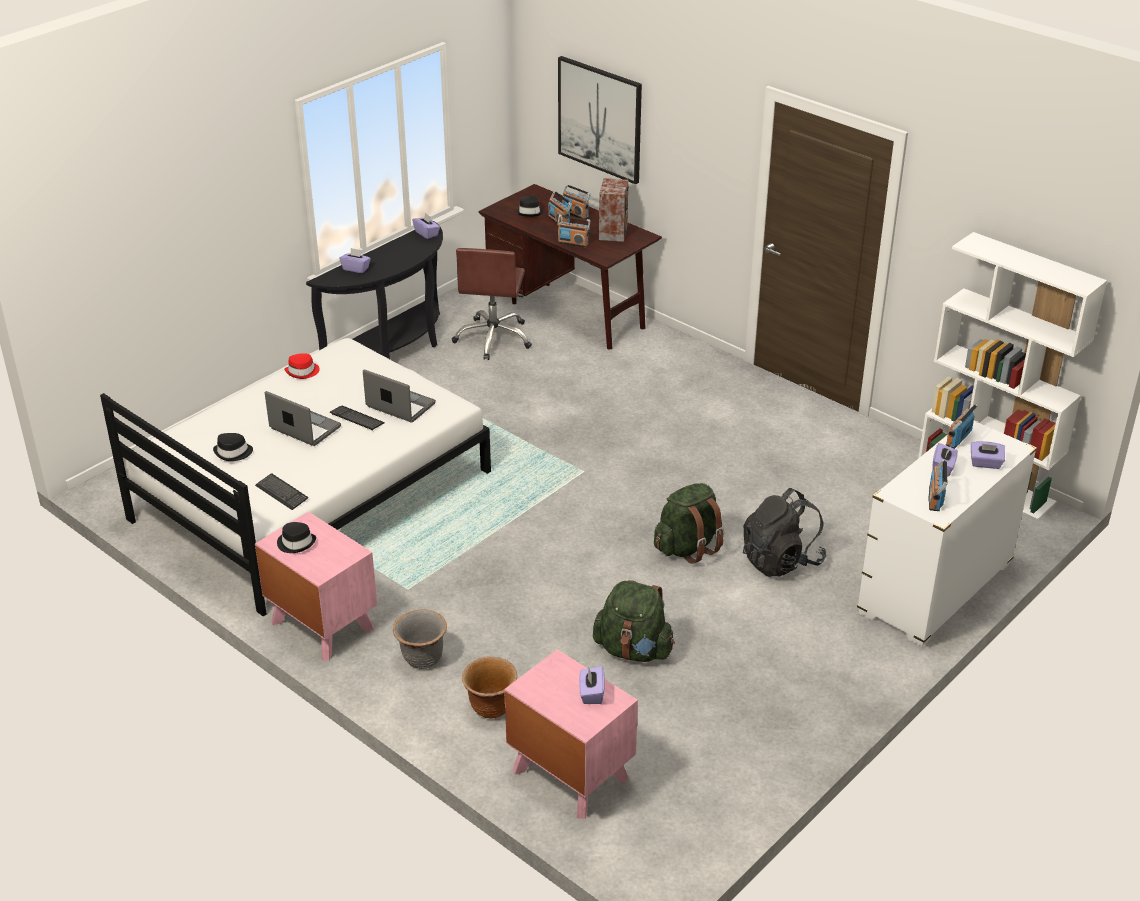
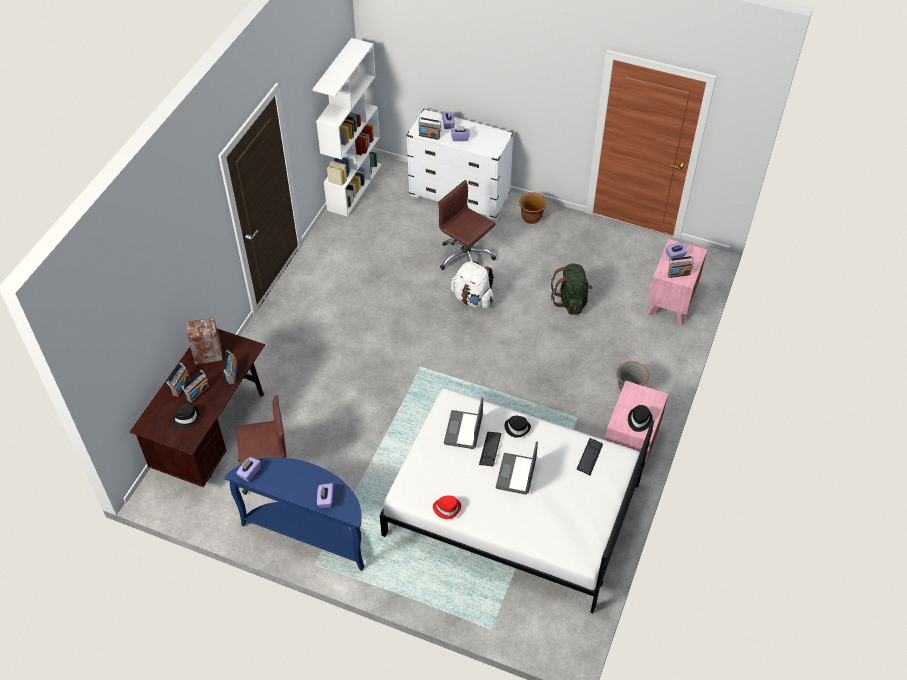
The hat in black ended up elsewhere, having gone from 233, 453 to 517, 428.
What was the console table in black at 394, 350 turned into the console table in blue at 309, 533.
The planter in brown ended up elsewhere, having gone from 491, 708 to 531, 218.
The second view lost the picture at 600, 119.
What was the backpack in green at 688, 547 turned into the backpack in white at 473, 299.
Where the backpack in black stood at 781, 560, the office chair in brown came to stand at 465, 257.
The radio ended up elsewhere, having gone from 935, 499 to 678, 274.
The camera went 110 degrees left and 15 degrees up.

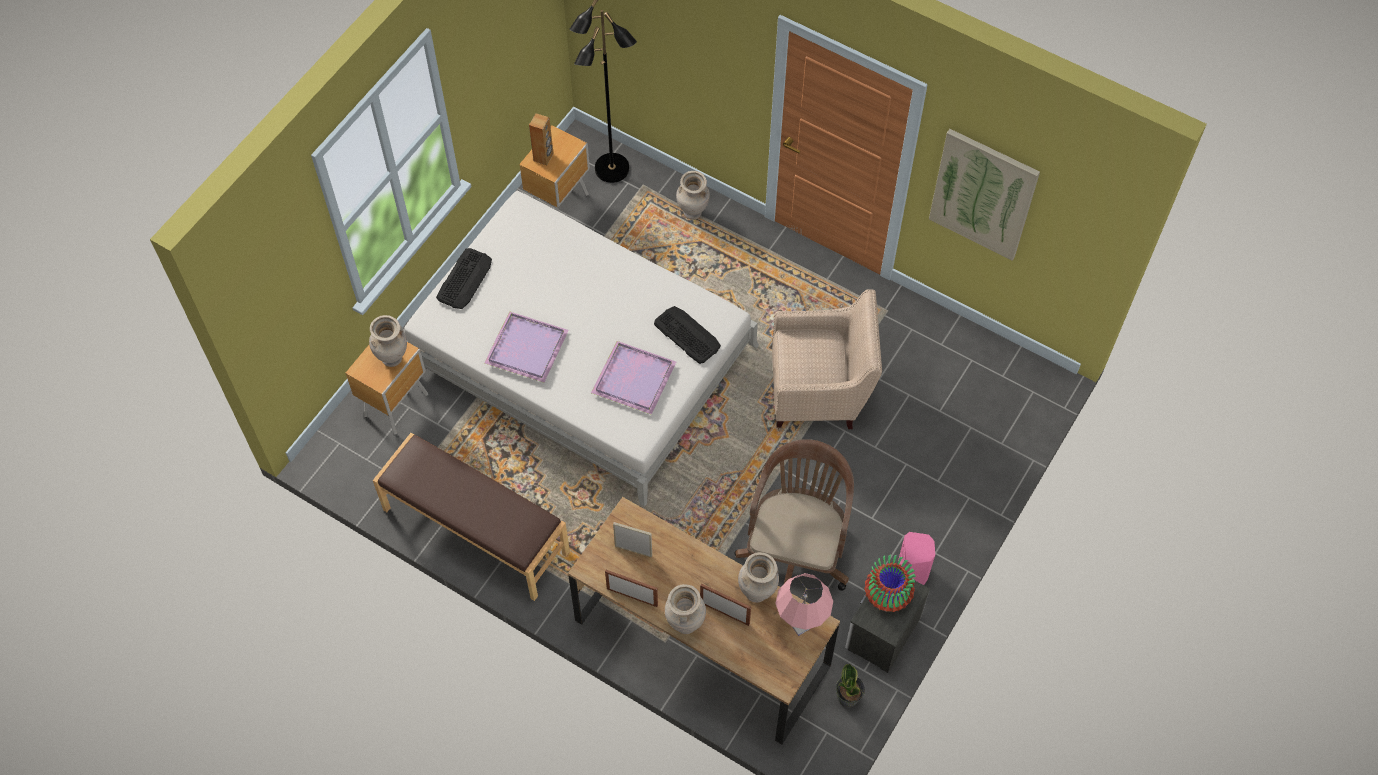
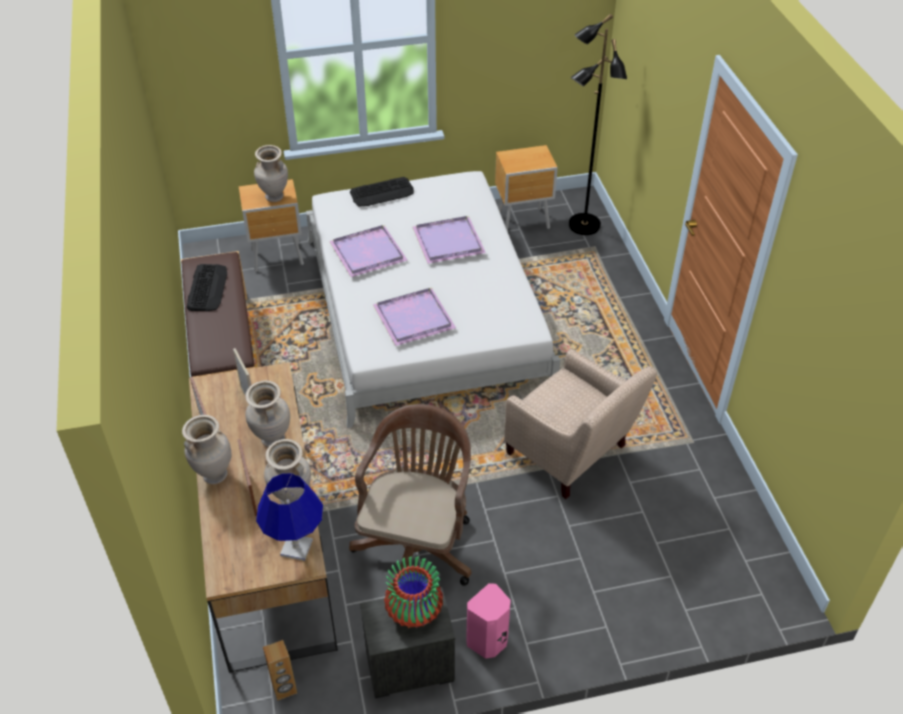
The speaker in brown ended up elsewhere, having gone from 543, 157 to 284, 689.
The keyboard ended up elsewhere, having gone from 687, 335 to 207, 288.
The vase in beige ended up elsewhere, having gone from 692, 213 to 272, 440.
The office chair in brown at 796, 550 ended up facing another way, 45 degrees counterclockwise from before.
What was the table lamp in pink at 801, 621 turned into the table lamp in blue at 296, 548.
The second view lost the potted plant at 848, 697.
The second view lost the picture at 983, 194.
The second view gained the tray in purple at 449, 240.
The camera went 45 degrees right and 15 degrees down.

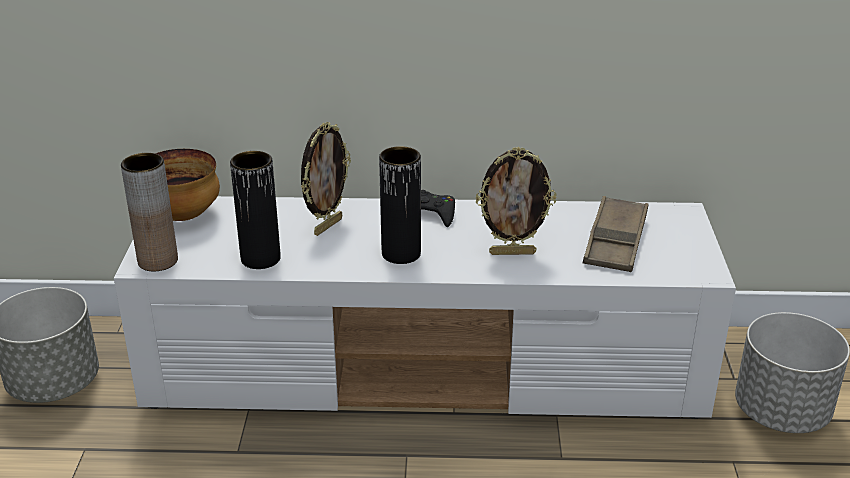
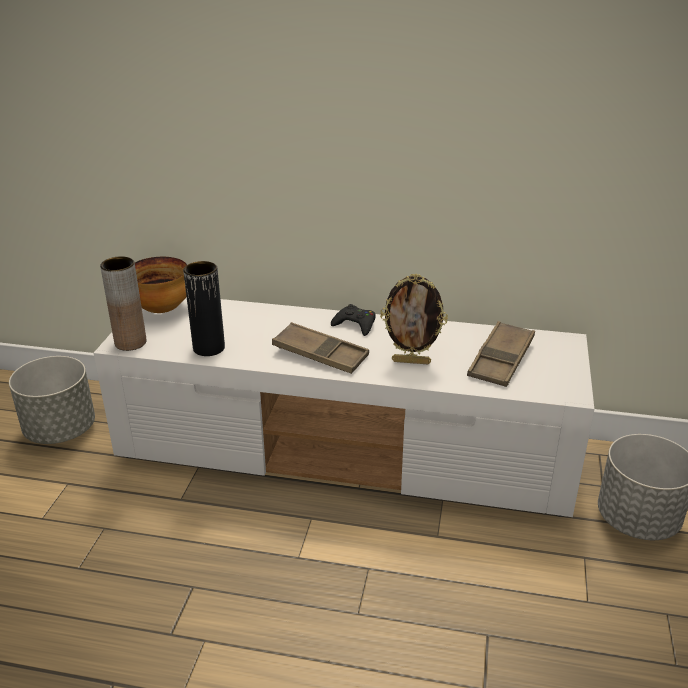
The second view lost the picture frame at 327, 226.
Where the vase in black stood at 401, 254, the tray in brown came to stand at 320, 354.
The camera went 10 degrees right and 0 degrees up.

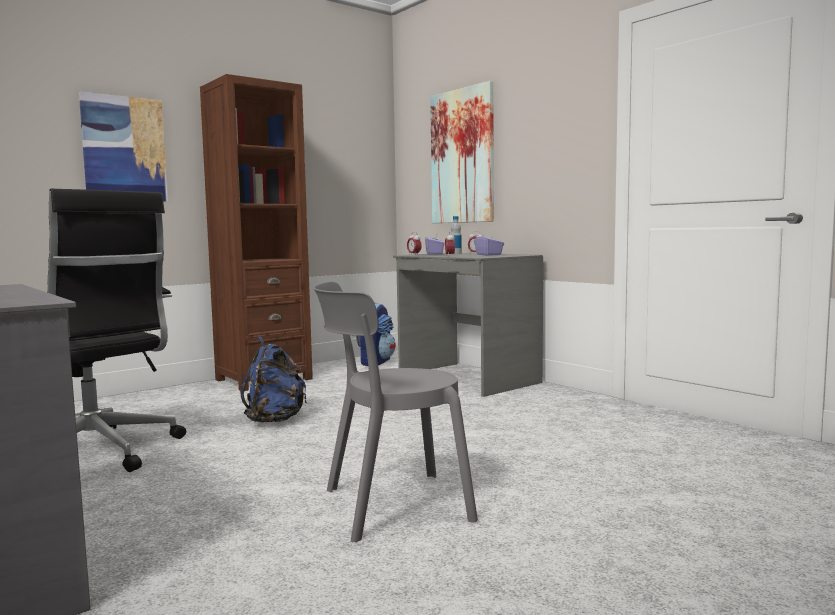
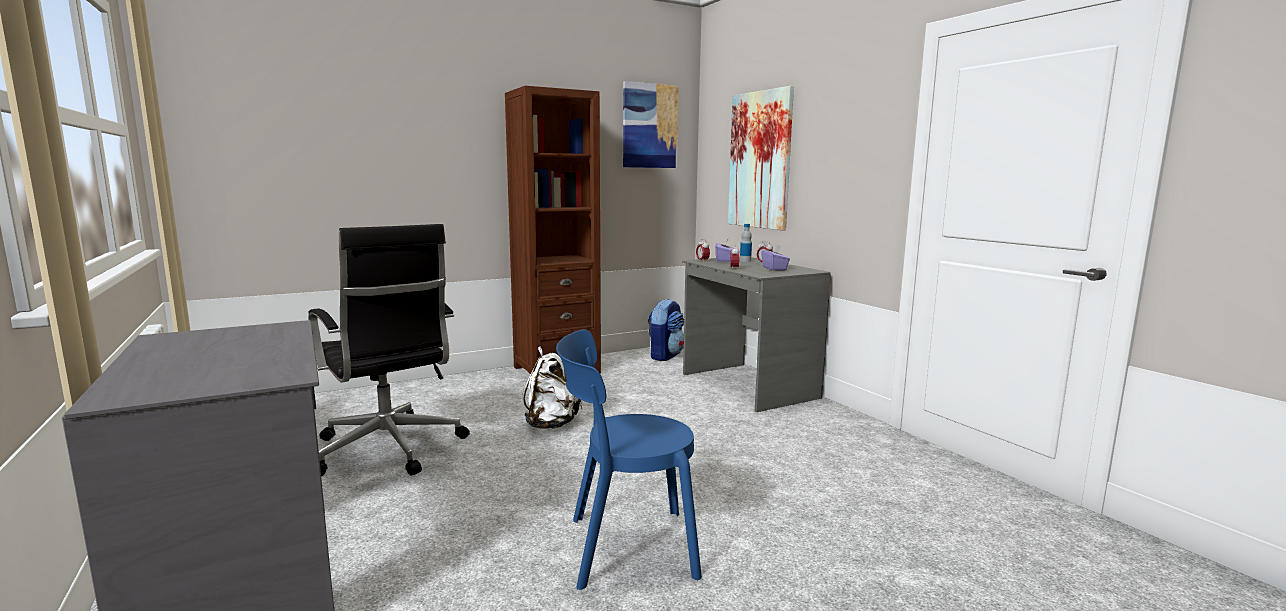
The picture ended up elsewhere, having gone from 124, 149 to 650, 126.
What was the backpack in blue at 275, 420 turned into the backpack in white at 552, 424.
What was the chair in grey at 389, 505 turned into the chair in blue at 624, 547.
The camera went 10 degrees right and 5 degrees up.

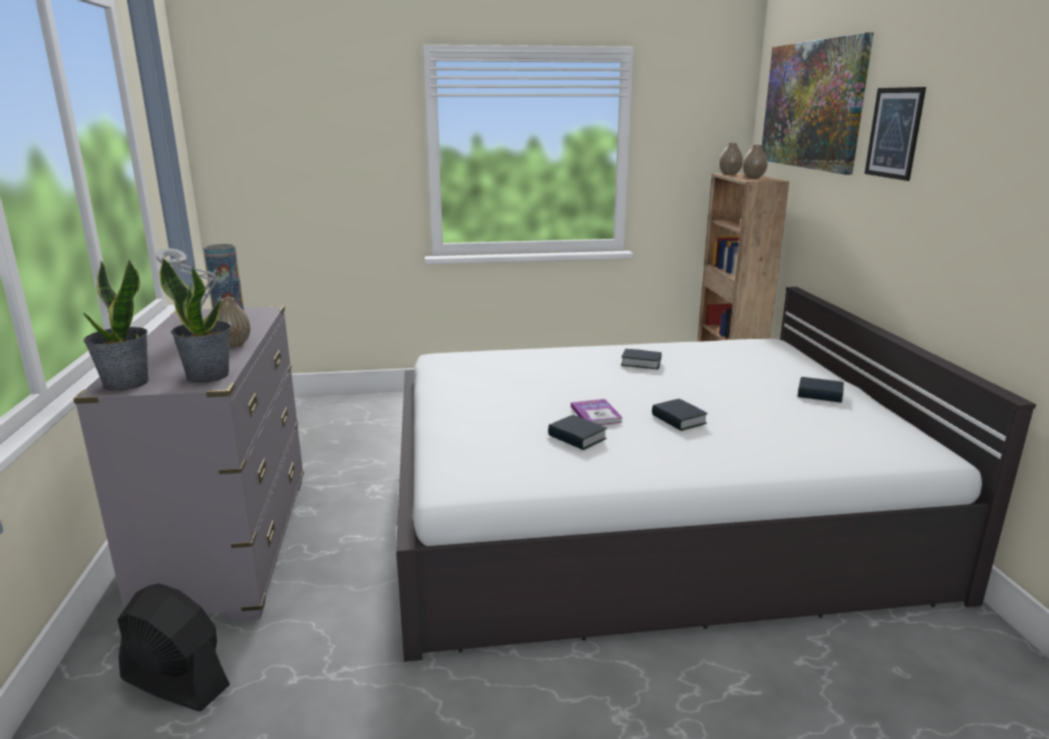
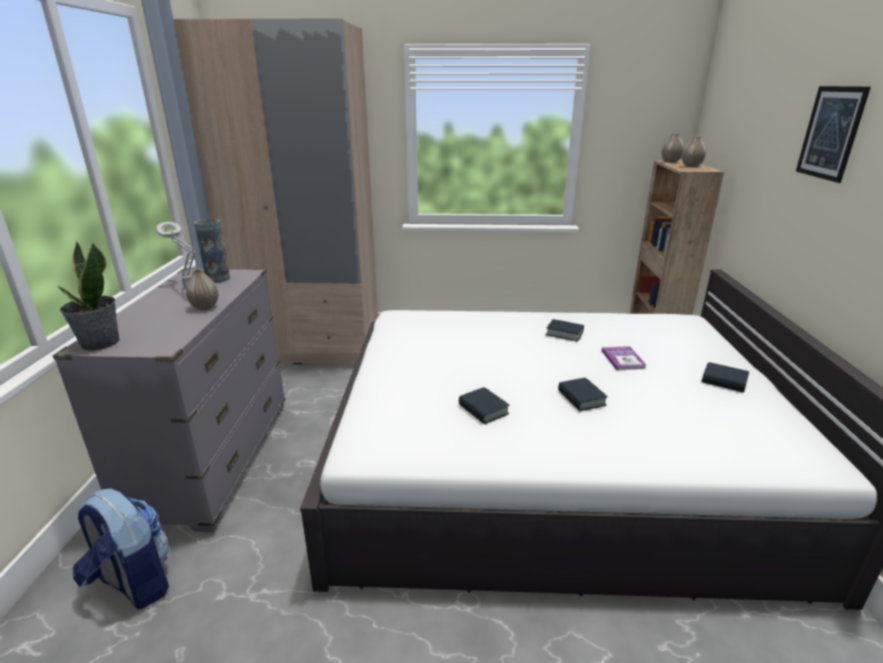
Where the fan in black stood at 175, 682, the backpack came to stand at 133, 584.
The second view lost the potted plant at 208, 375.
The book ended up elsewhere, having gone from 596, 414 to 623, 359.
The second view lost the picture at 812, 105.
The second view gained the wardrobe in beige at 307, 347.
The camera went 10 degrees right and 5 degrees up.

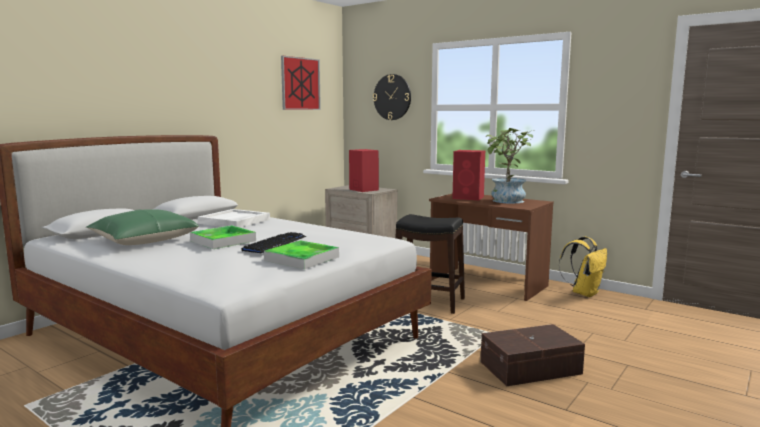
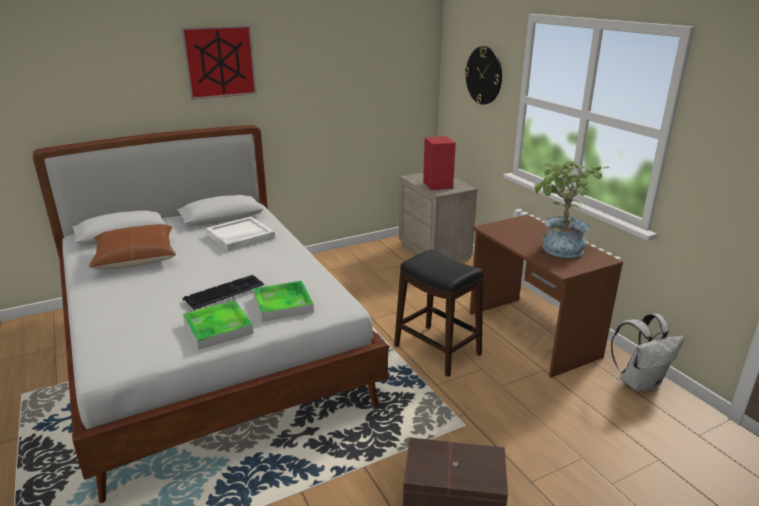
What was the pillow in green at 144, 240 turned into the pillow in brown at 136, 257.
The tray ended up elsewhere, having gone from 223, 241 to 283, 304.
The picture ended up elsewhere, having gone from 300, 83 to 220, 62.
The second view lost the speaker in red at 469, 198.
What was the backpack in yellow at 584, 293 turned into the backpack in white at 639, 382.
The camera went 25 degrees right and 15 degrees up.

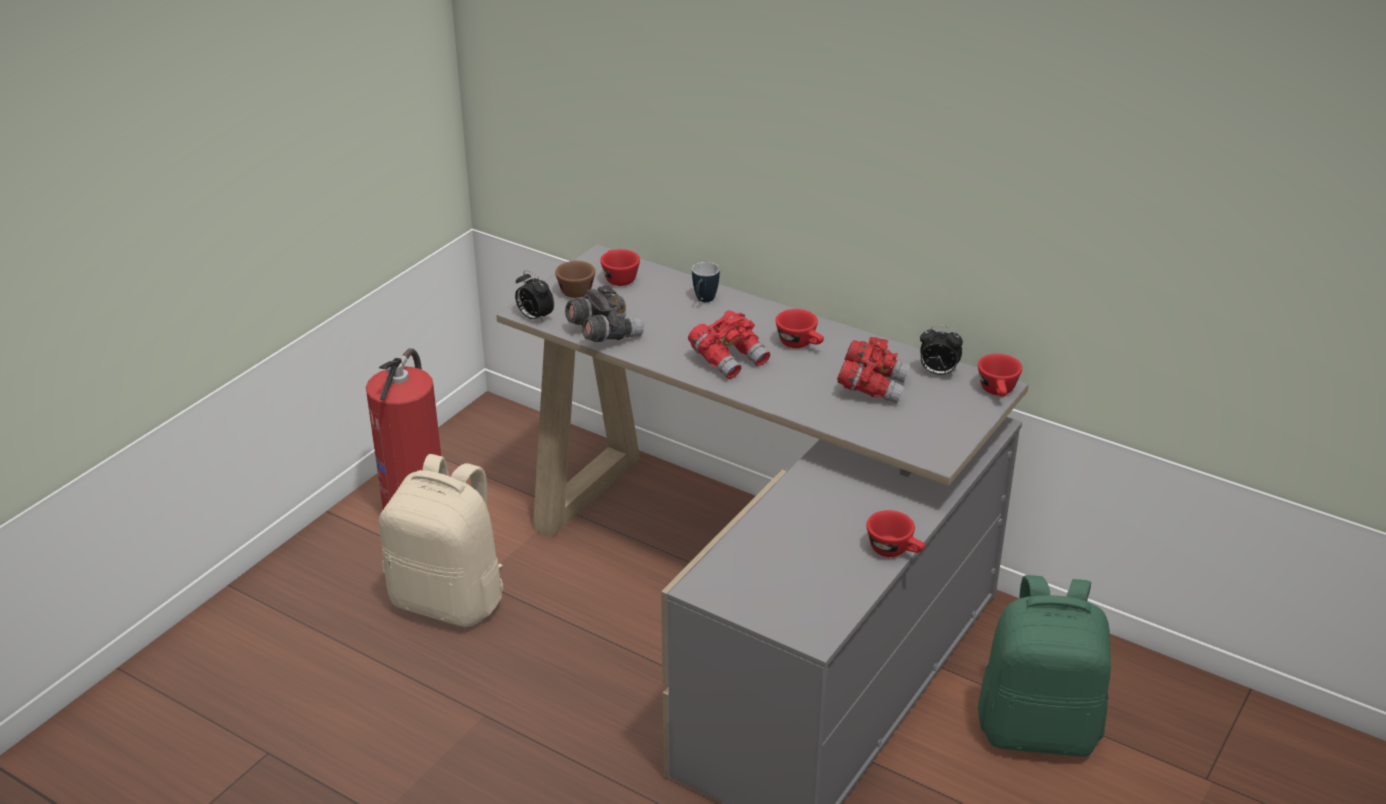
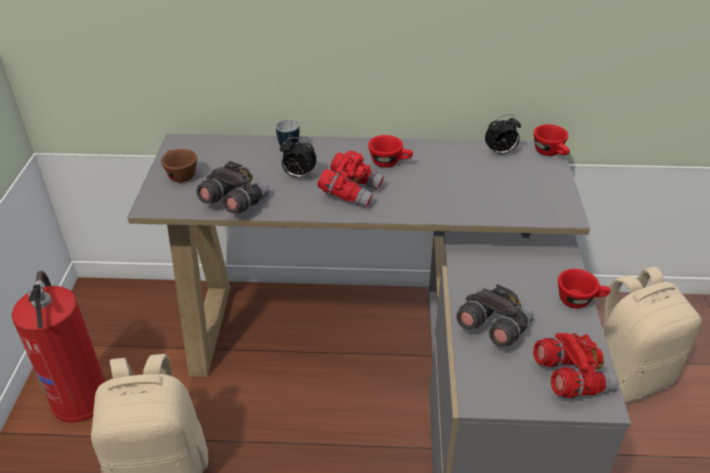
The alarm clock ended up elsewhere, having gone from 534, 317 to 298, 176.
The second view lost the cup in red at 618, 278.
The binoculars in red ended up elsewhere, having gone from 872, 386 to 570, 378.
What was the backpack in green at 1039, 728 turned into the backpack in beige at 627, 375.
The second view gained the binoculars in grey at 493, 328.
The camera went 30 degrees left and 5 degrees up.

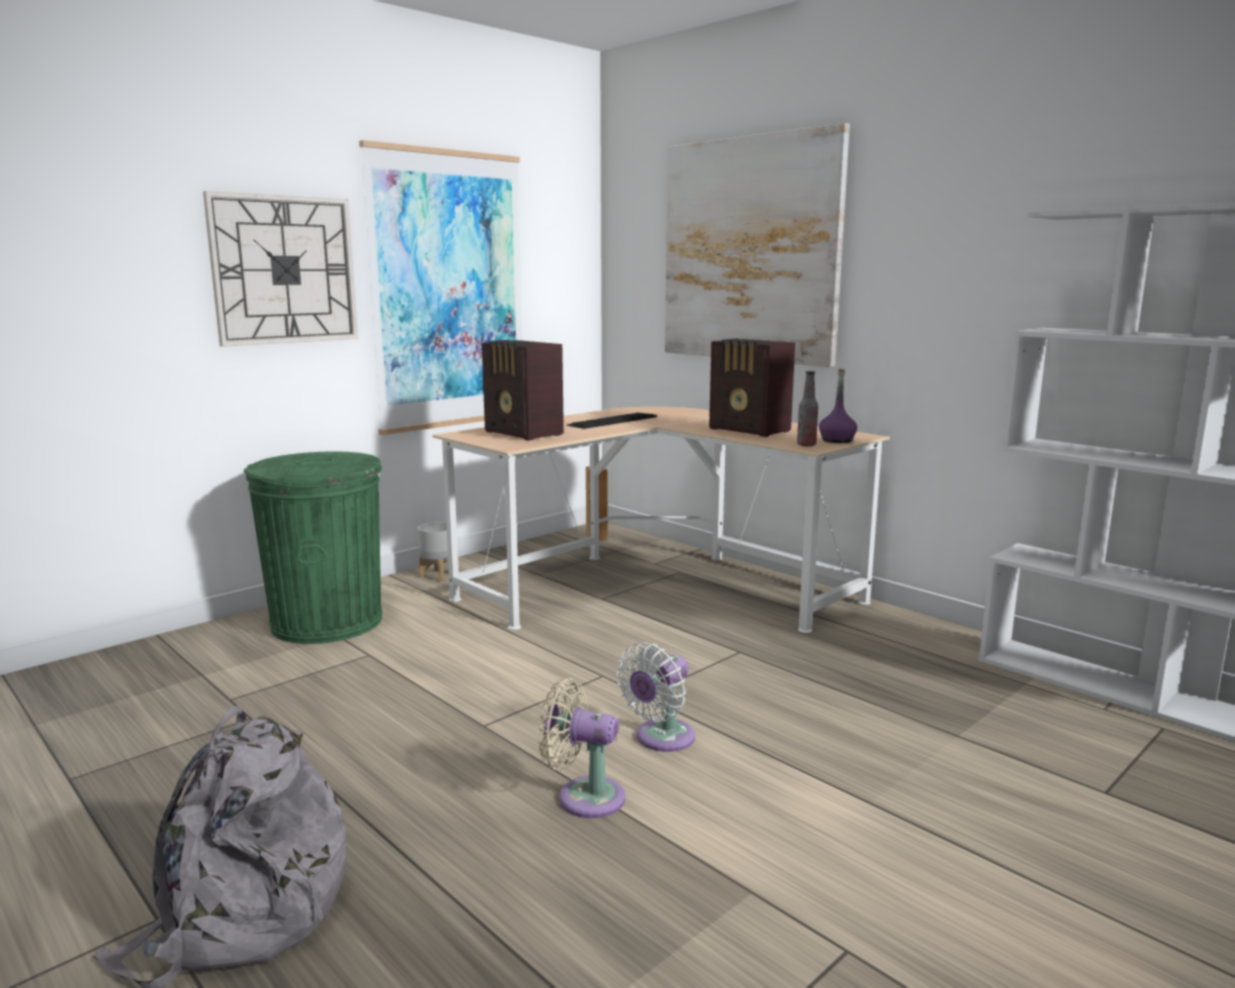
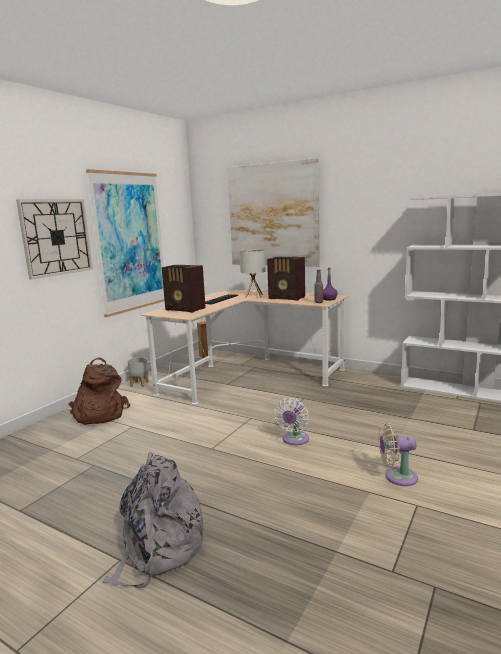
Where the trash can in green stood at 327, 622, the backpack in brown came to stand at 98, 414.
The fan in beige ended up elsewhere, having gone from 584, 796 to 397, 477.
The second view gained the table lamp at 254, 296.
The camera went 15 degrees left and 0 degrees up.

